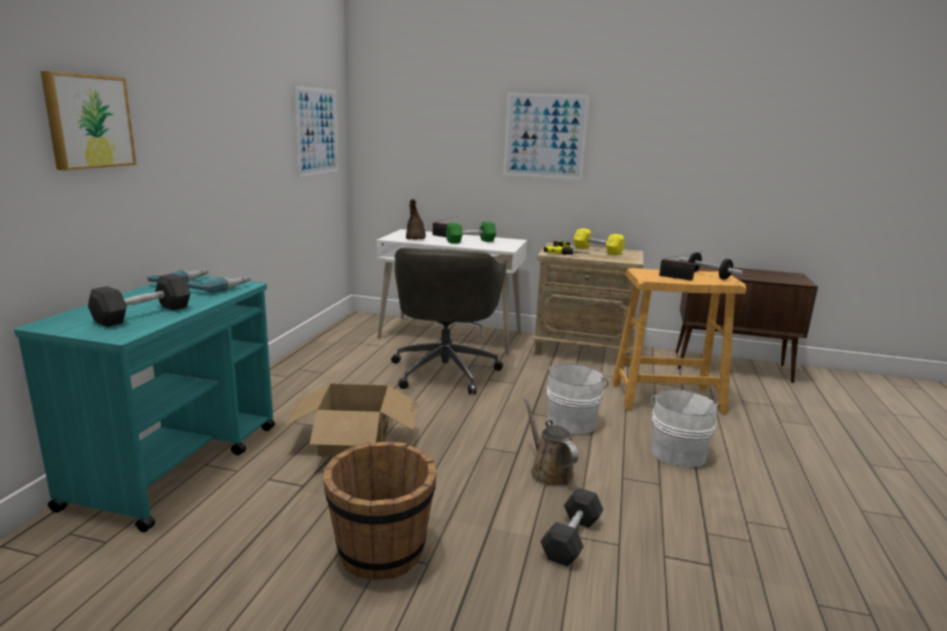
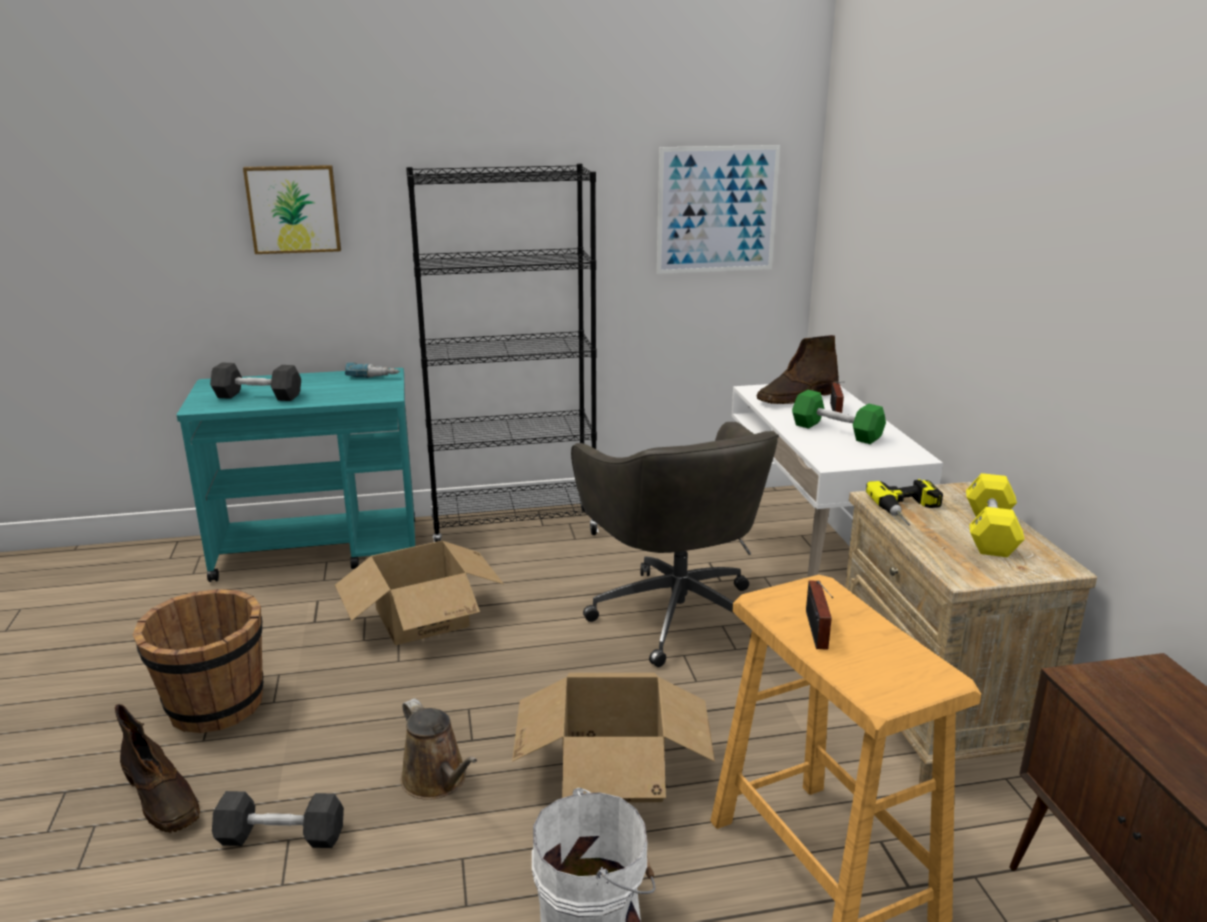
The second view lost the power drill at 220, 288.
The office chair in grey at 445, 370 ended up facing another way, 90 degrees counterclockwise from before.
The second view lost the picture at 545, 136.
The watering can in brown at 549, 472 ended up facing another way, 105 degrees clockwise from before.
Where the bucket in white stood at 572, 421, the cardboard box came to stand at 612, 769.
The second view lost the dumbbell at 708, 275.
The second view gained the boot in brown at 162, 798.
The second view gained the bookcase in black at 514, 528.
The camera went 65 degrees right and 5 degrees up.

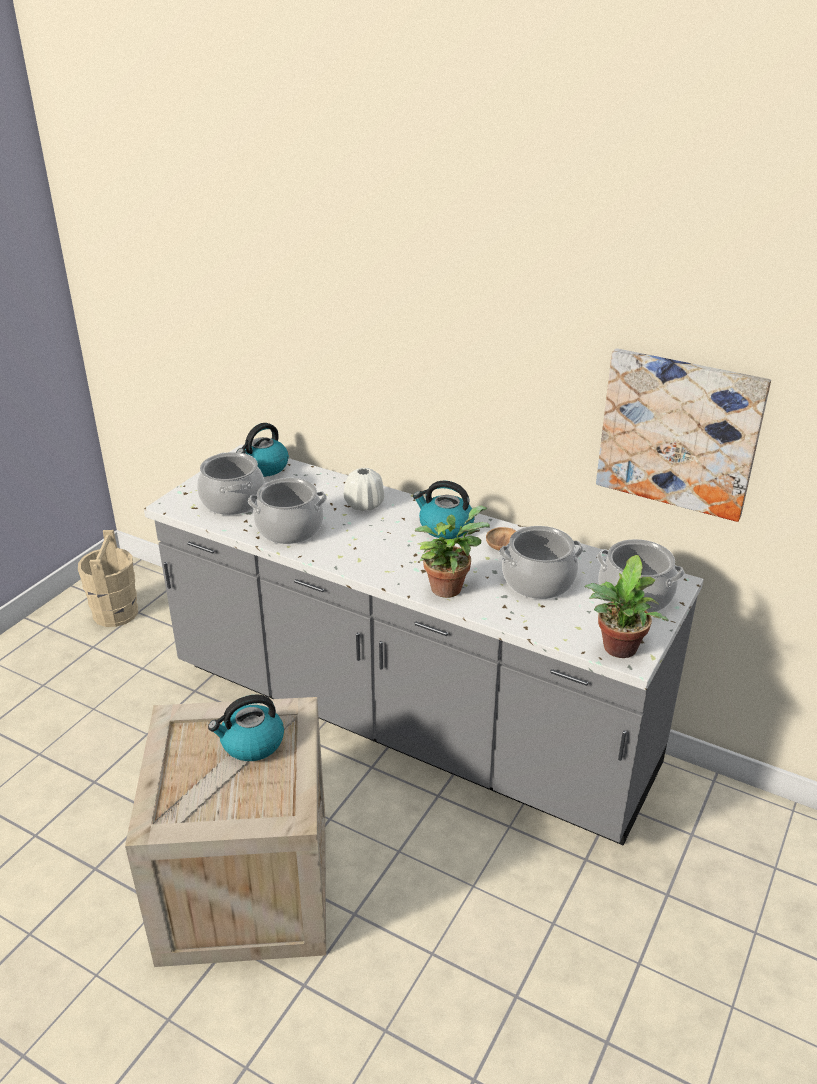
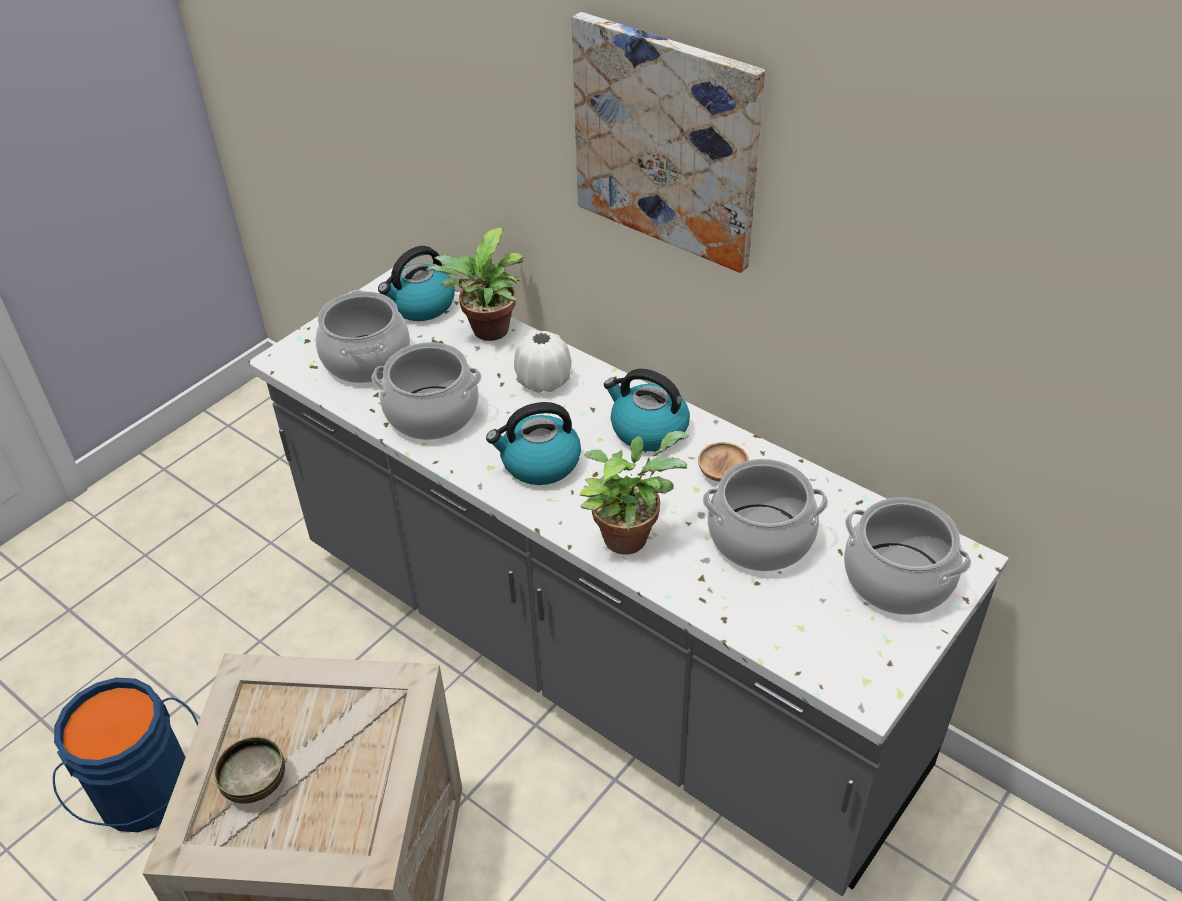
The second view lost the bucket in beige at 116, 613.
The kettle ended up elsewhere, having gone from 251, 743 to 539, 463.
The potted plant ended up elsewhere, having gone from 618, 650 to 487, 332.
The picture ended up elsewhere, having gone from 679, 433 to 667, 141.
The second view gained the bucket in blue at 147, 794.
The second view gained the bowl at 256, 784.
The camera went 10 degrees right and 10 degrees up.

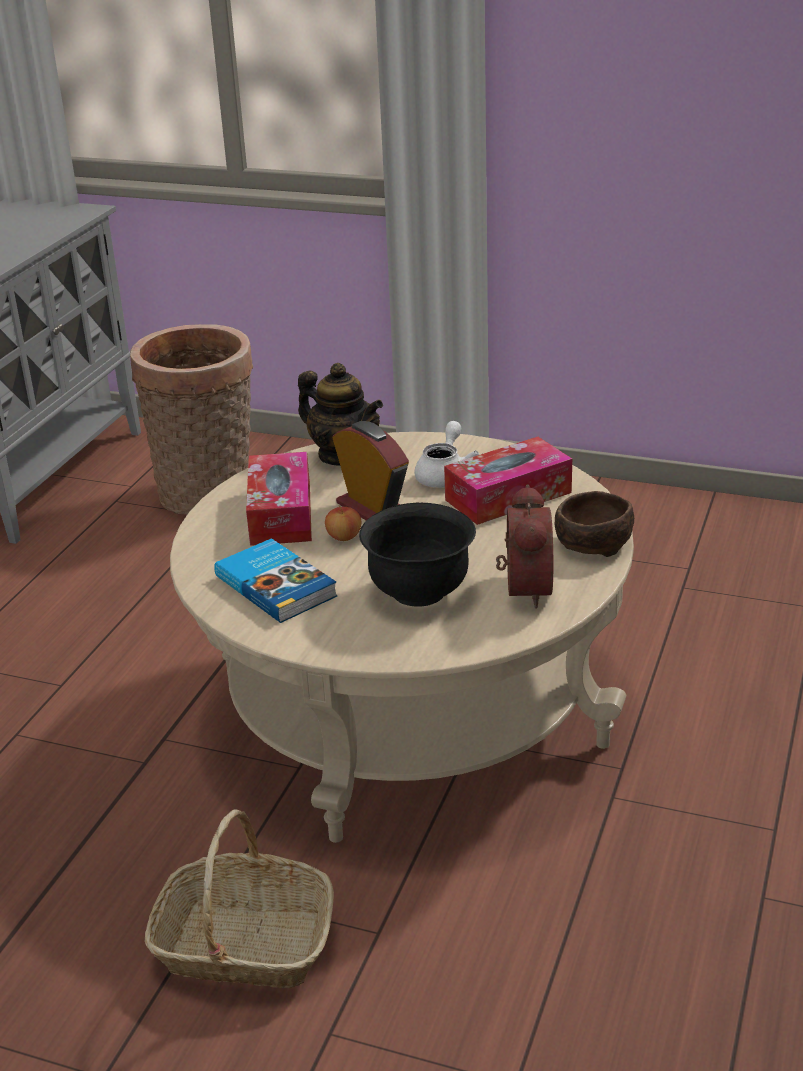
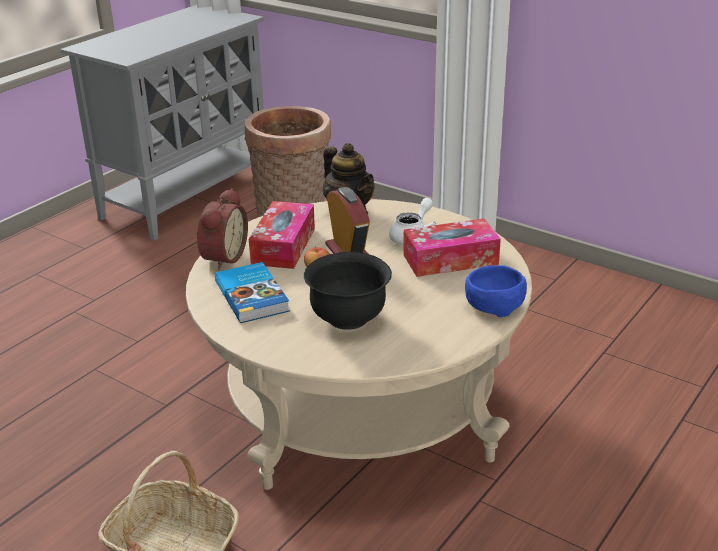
The alarm clock ended up elsewhere, having gone from 522, 589 to 222, 257.
What was the bowl in brown at 591, 544 turned into the bowl in blue at 493, 305.
The camera went 15 degrees right and 0 degrees up.

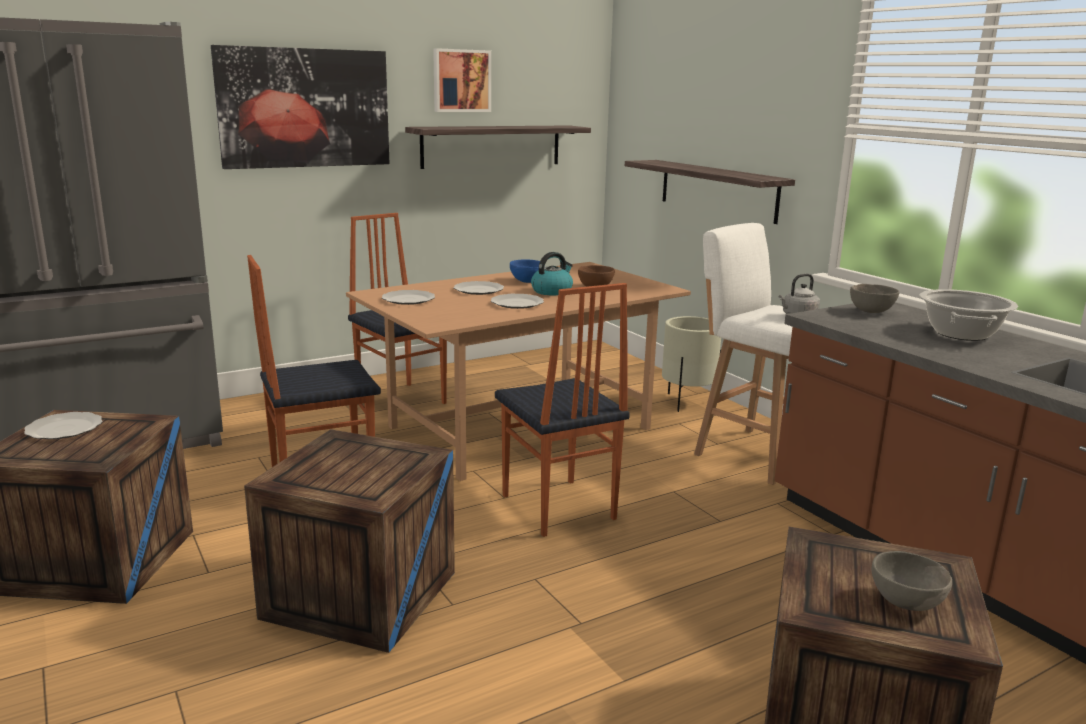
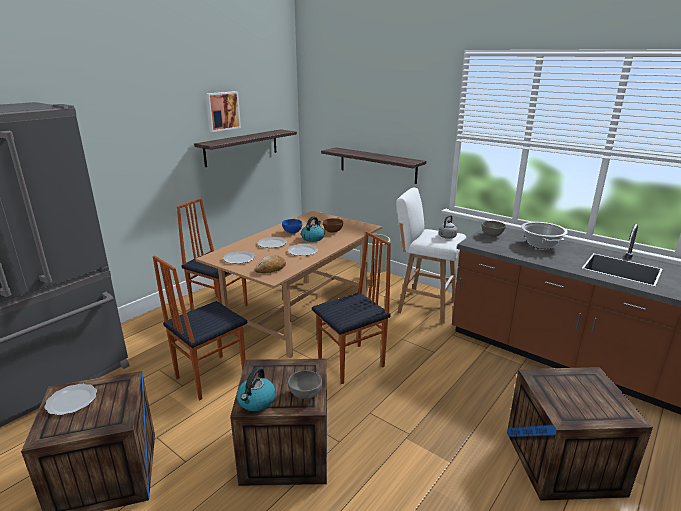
The second view lost the picture at 305, 108.
The chair at 557, 508 ended up facing another way, 75 degrees counterclockwise from before.
The bowl in grey ended up elsewhere, having gone from 906, 604 to 305, 395.
The second view gained the kettle at 256, 401.
The second view gained the bread at 271, 269.
The camera went 20 degrees left and 5 degrees up.

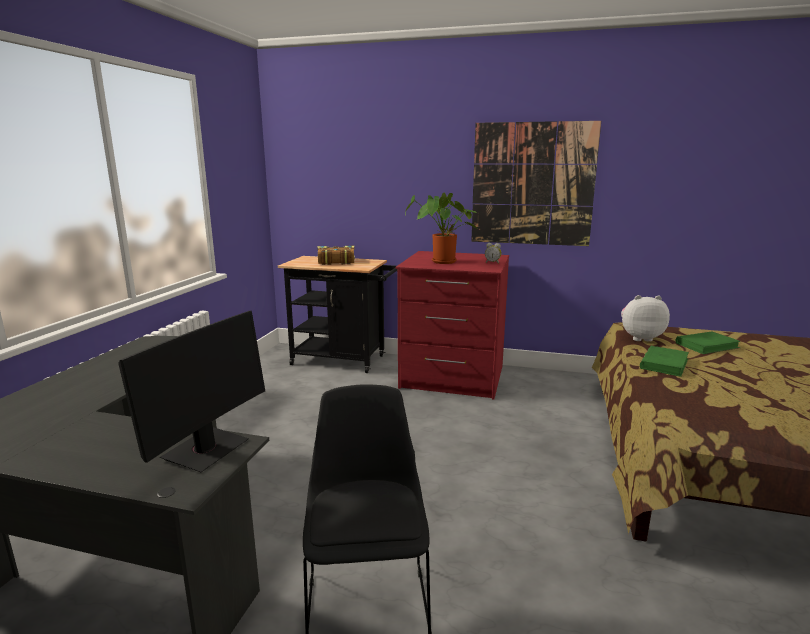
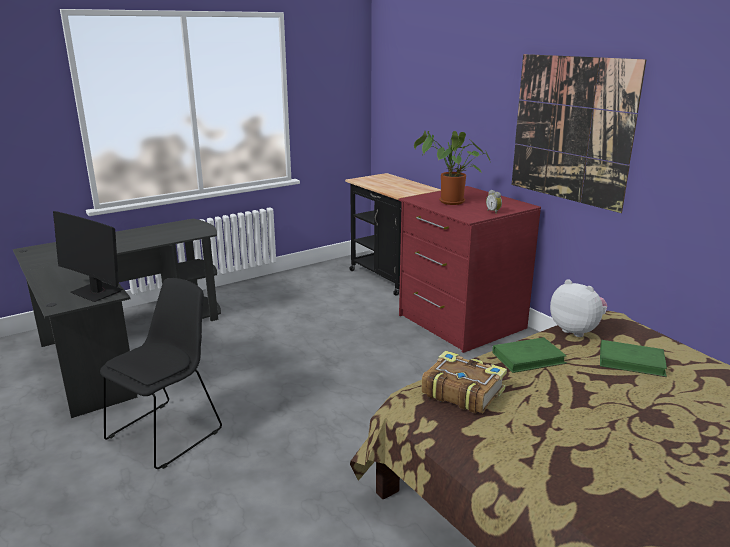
The monitor at 206, 450 ended up facing another way, 60 degrees clockwise from before.
The book ended up elsewhere, having gone from 335, 261 to 462, 391.
The camera went 40 degrees right and 5 degrees up.

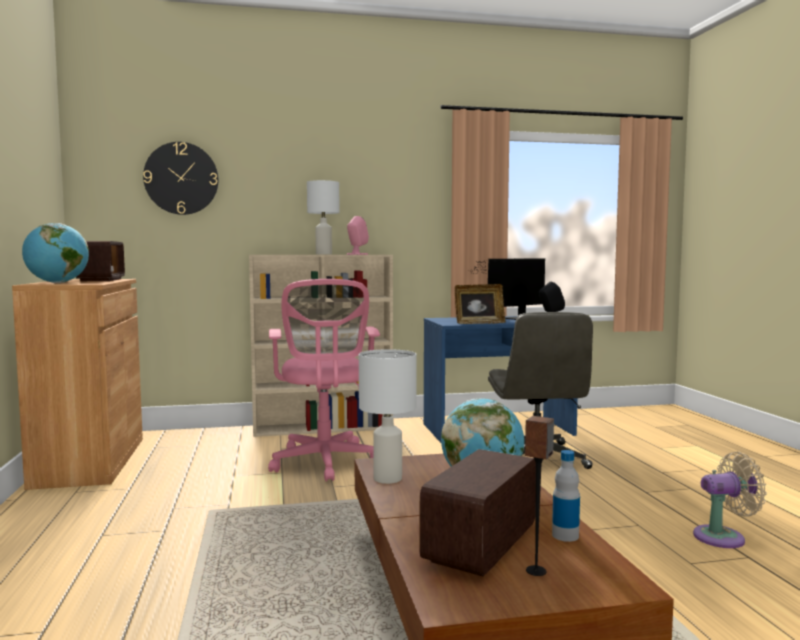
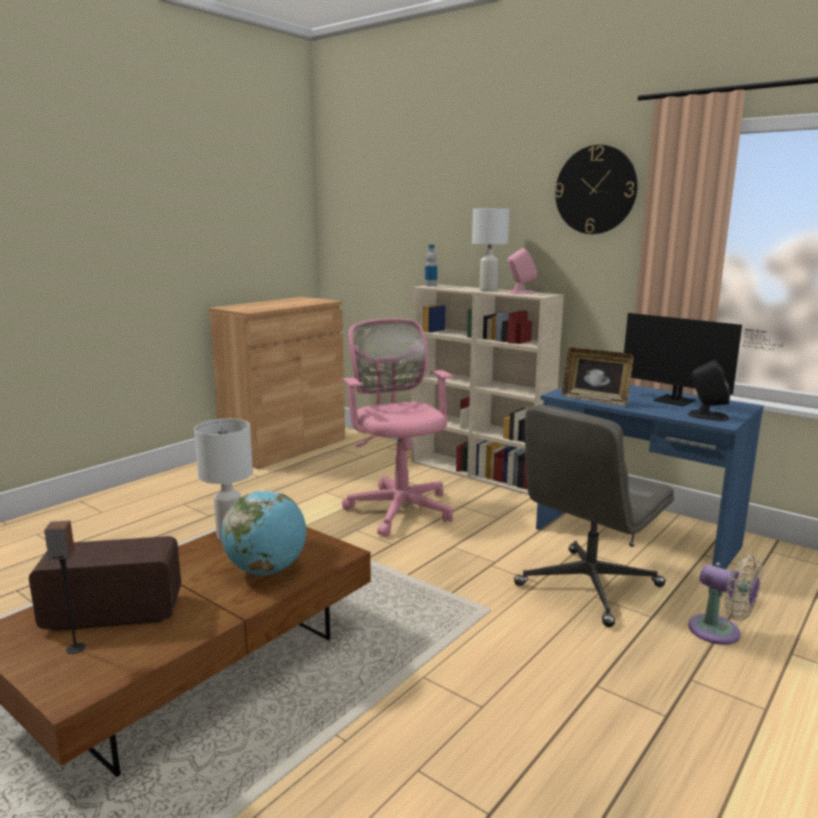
The second view lost the globe at 57, 283.
The second view lost the radio at 101, 280.
The wall clock ended up elsewhere, having gone from 181, 178 to 595, 190.
The office chair in pink at 325, 463 ended up facing another way, 120 degrees clockwise from before.
The monitor at 515, 318 ended up facing another way, 150 degrees counterclockwise from before.
The bottle ended up elsewhere, having gone from 565, 535 to 430, 285.
The fan in beige ended up elsewhere, having gone from 724, 537 to 720, 632.
The camera went 50 degrees right and 10 degrees up.

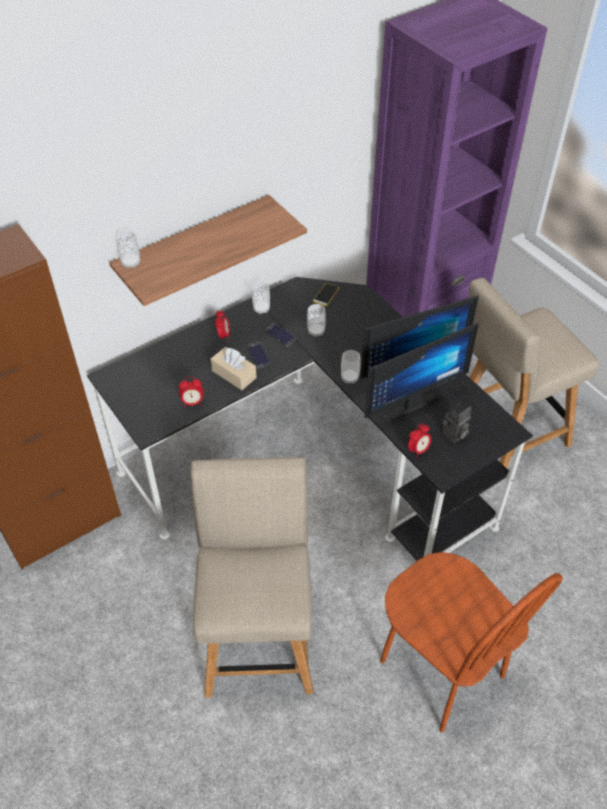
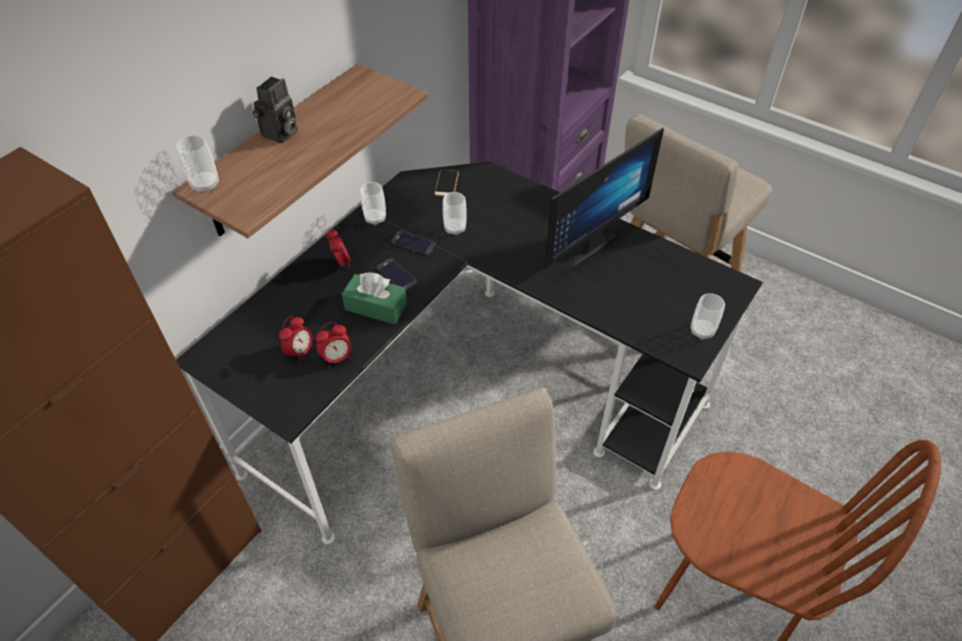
What was the tissue box in beige at 234, 374 turned into the tissue box in green at 376, 307.
The cup ended up elsewhere, having gone from 349, 378 to 702, 331.
The second view lost the monitor at 408, 401.
The alarm clock ended up elsewhere, having gone from 418, 450 to 300, 352.
The photo camera ended up elsewhere, having gone from 454, 434 to 280, 134.
The camera went 20 degrees left and 0 degrees up.

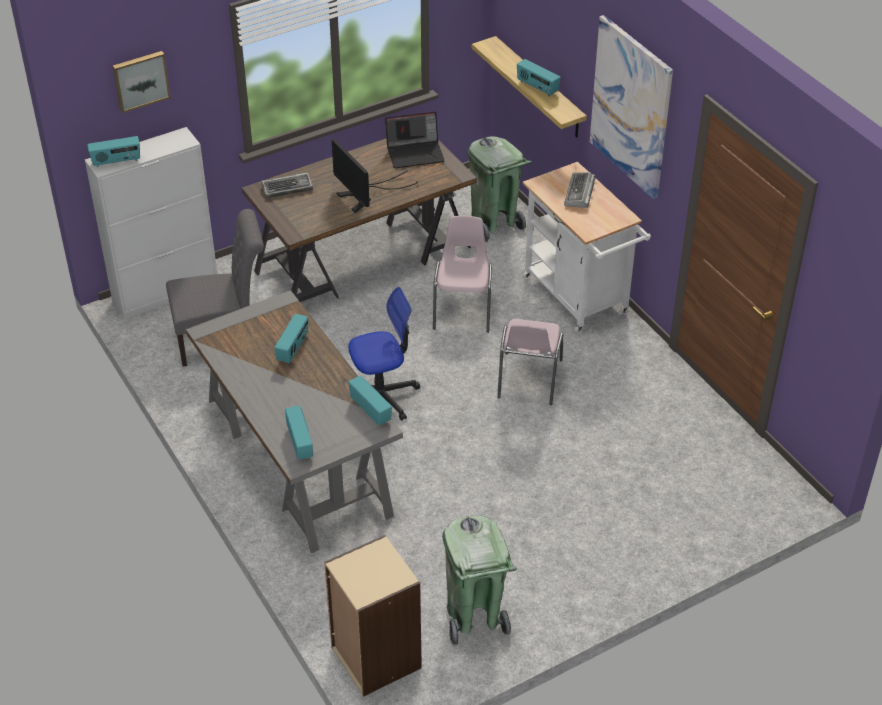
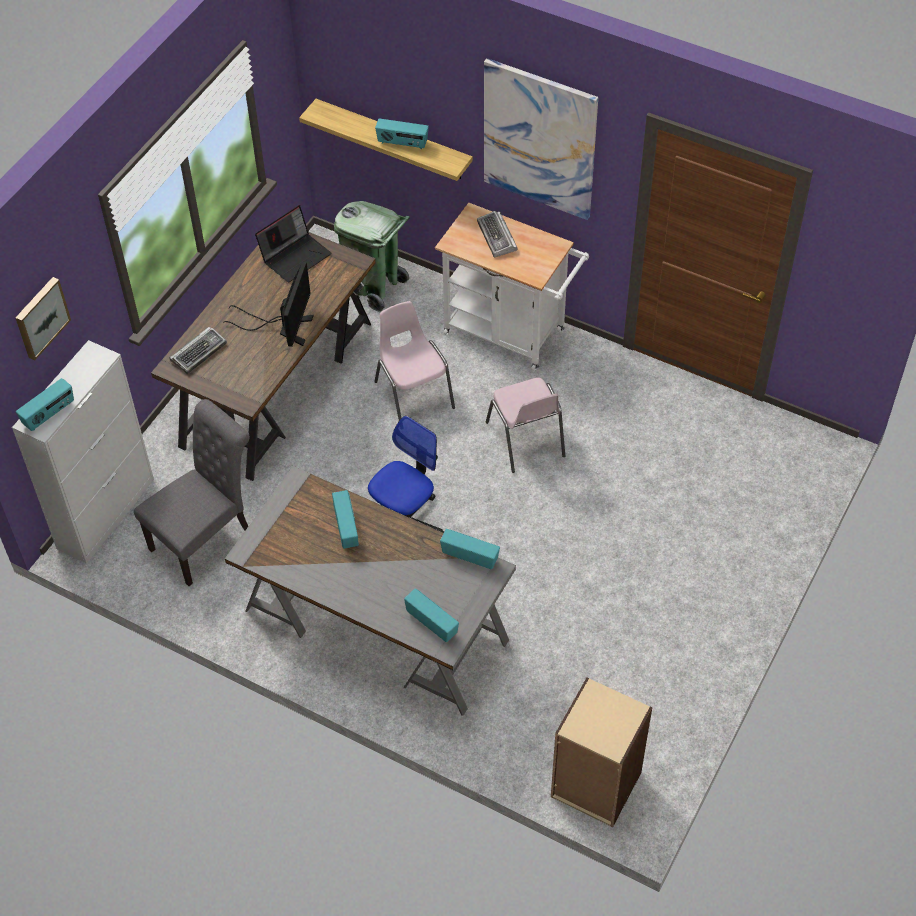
The monitor at 365, 196 ended up facing another way, 105 degrees counterclockwise from before.
The second view lost the trash can in green at 474, 617.
The camera went 30 degrees left and 10 degrees up.

